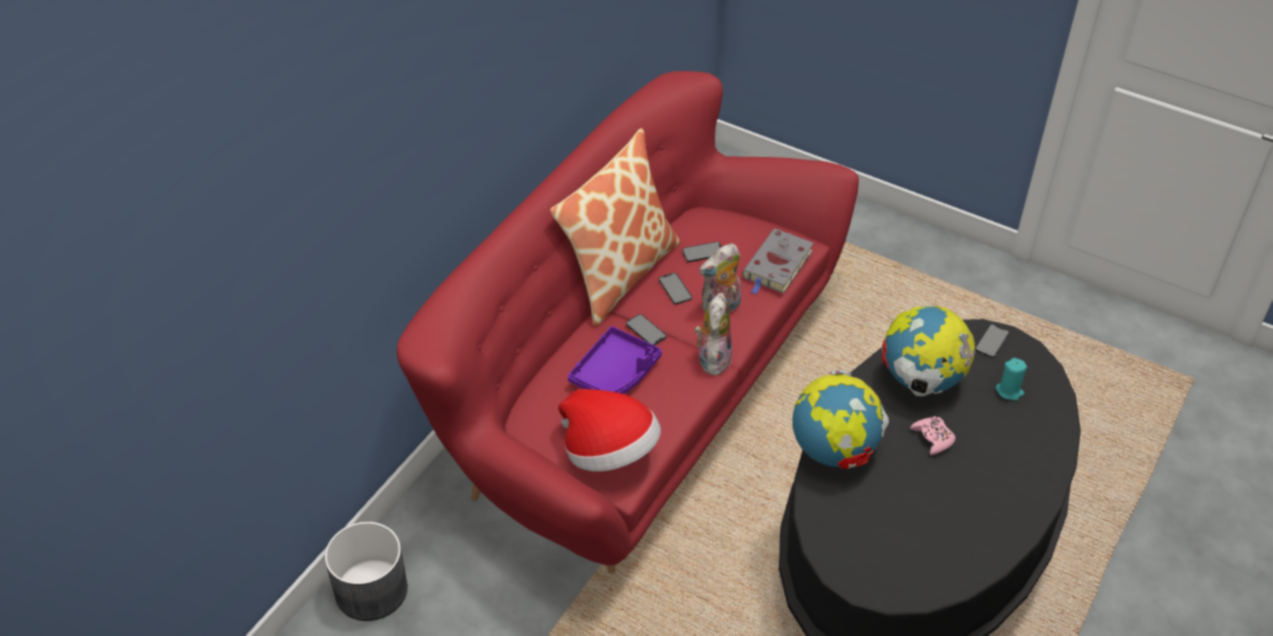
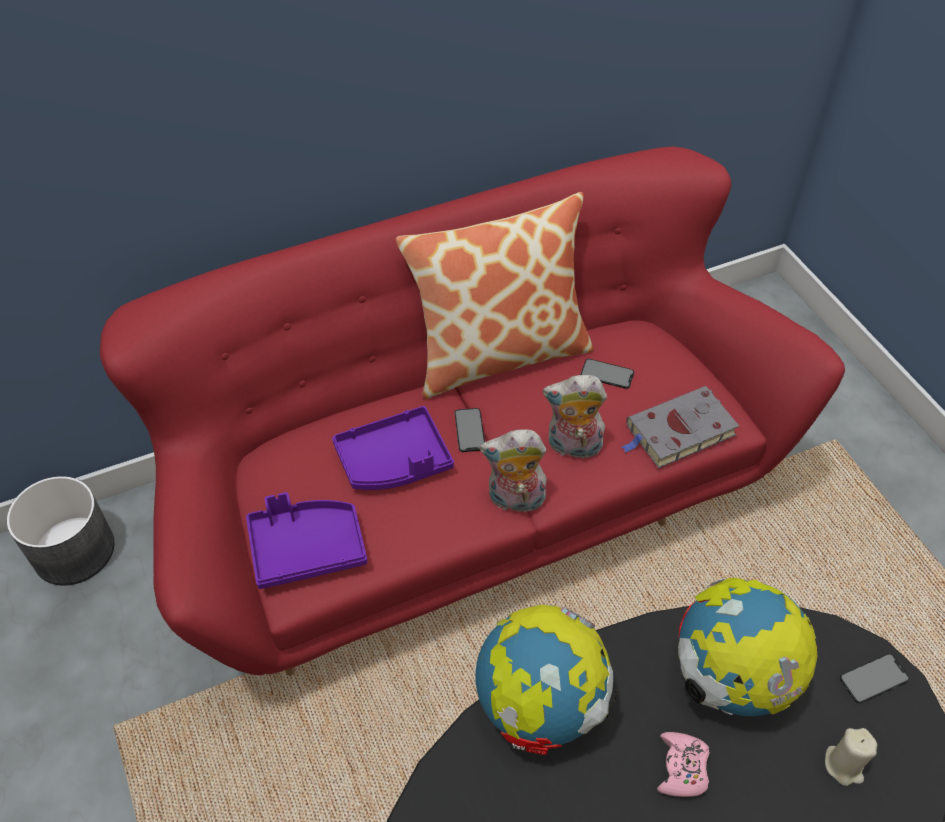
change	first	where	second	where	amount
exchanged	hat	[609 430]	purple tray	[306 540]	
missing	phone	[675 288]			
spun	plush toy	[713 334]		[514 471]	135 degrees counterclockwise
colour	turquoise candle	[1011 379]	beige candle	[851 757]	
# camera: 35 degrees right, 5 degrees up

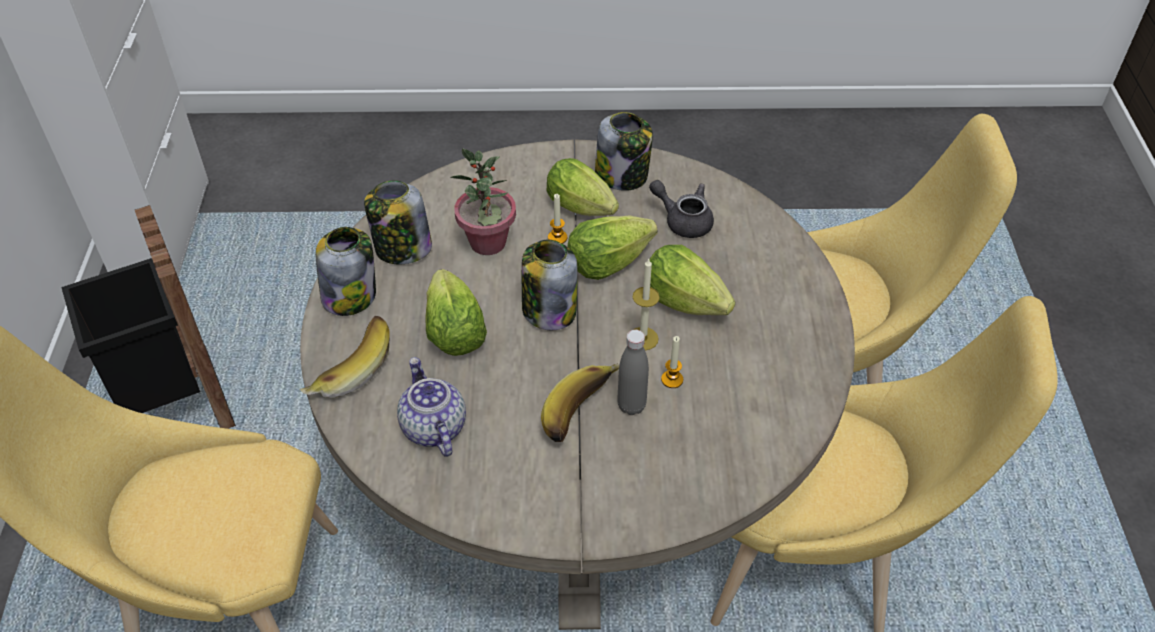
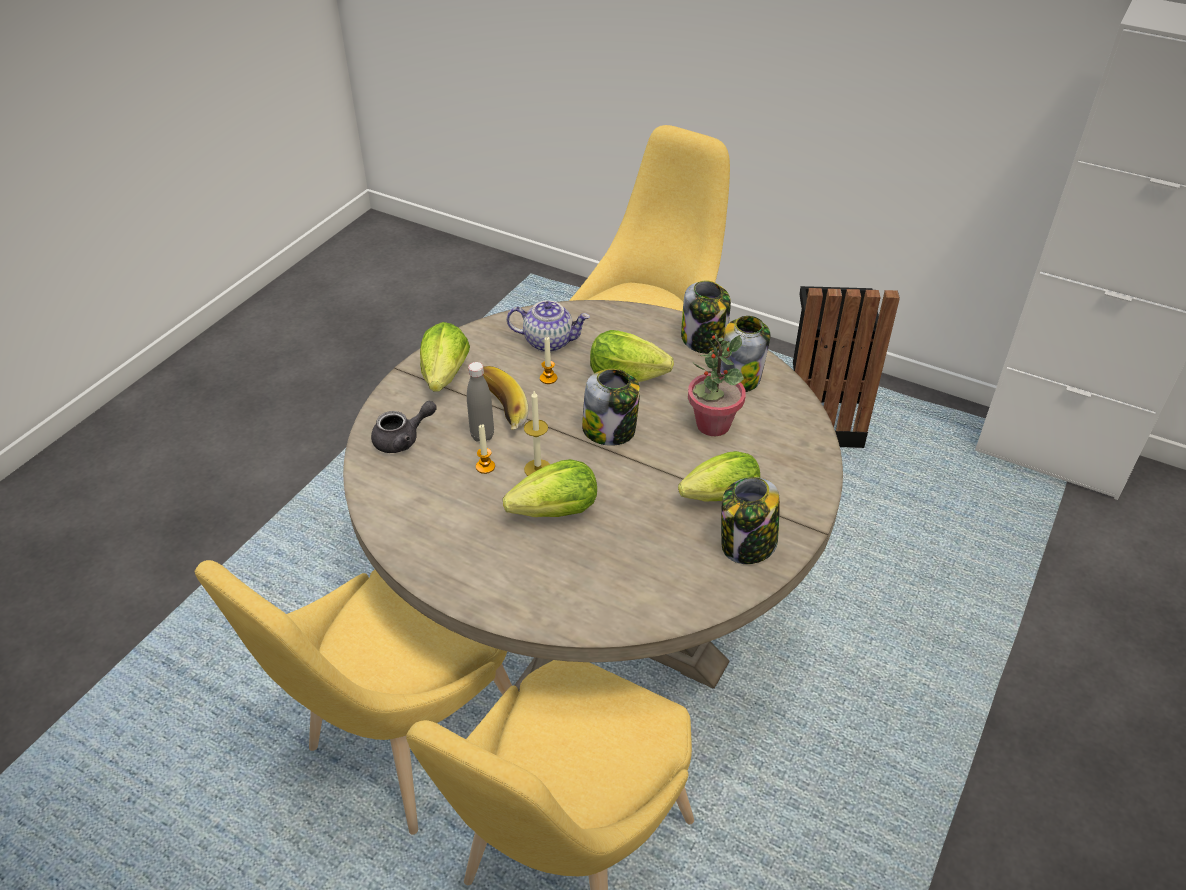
change	first	where	second	where	amount
missing	banana	[344 357]			
relocated	candle	[557 219]		[548 360]	
relocated	lettuce	[612 247]		[445 357]	
relocated	grey teapot	[681 209]		[404 427]	
# camera: 120 degrees right, 5 degrees down

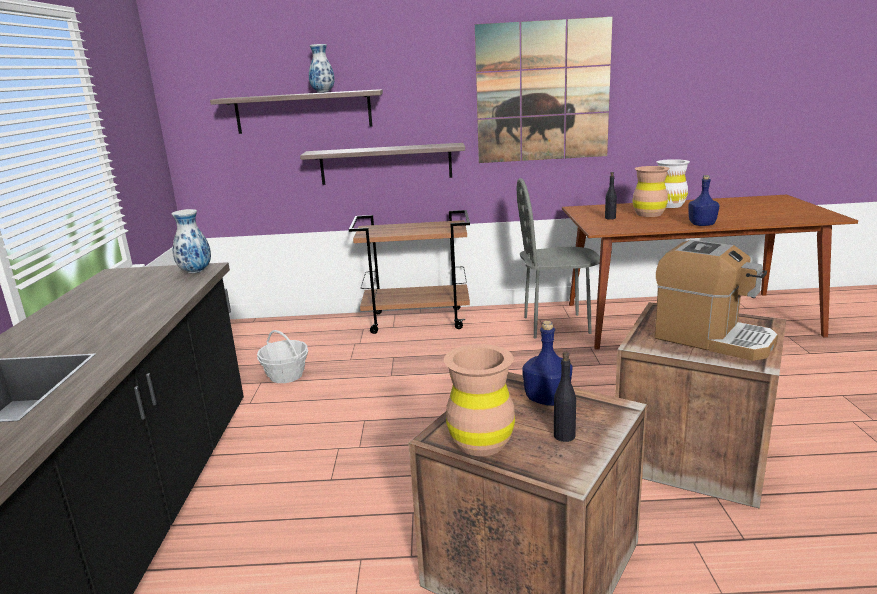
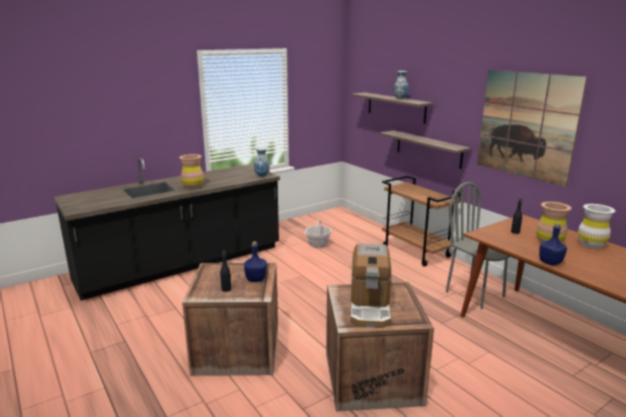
change	first	where	second	where	amount
relocated	brown vase	[479 400]		[191 171]	
# camera: 55 degrees right, 0 degrees up

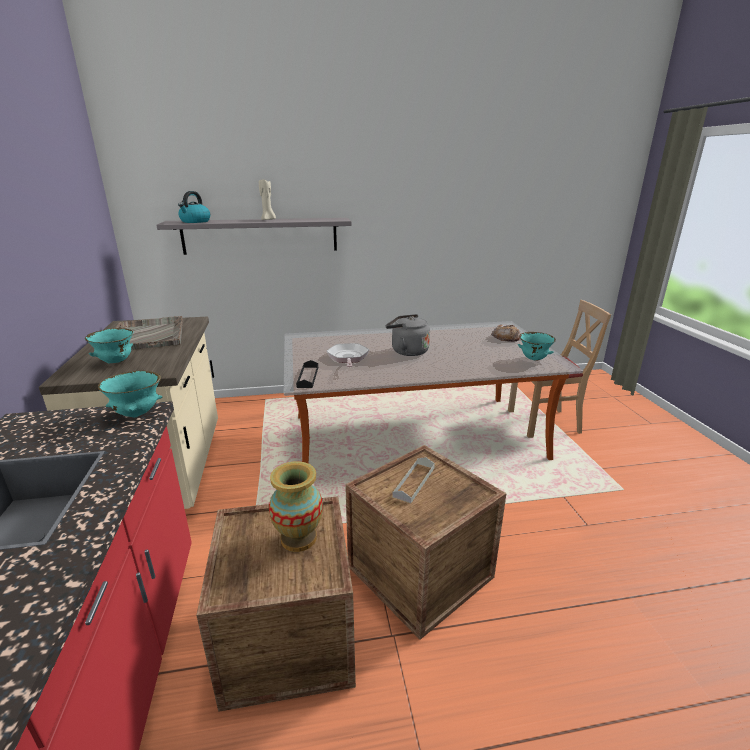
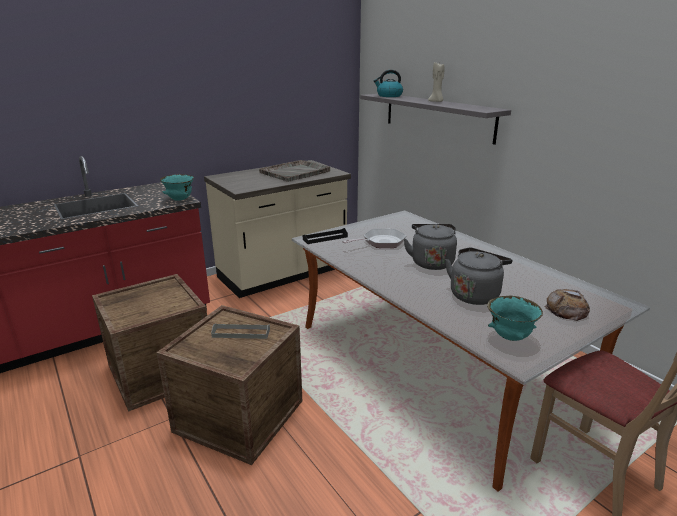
change	first	where	second	where	amount
missing	turquoise bowl	[109 345]			
missing	vase	[296 506]			
appeared			grey kettle	[478 276]	
# camera: 65 degrees right, 0 degrees up

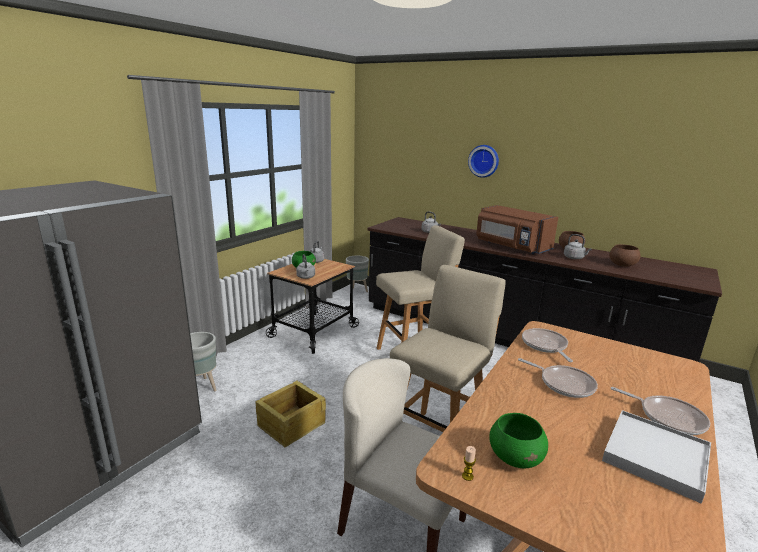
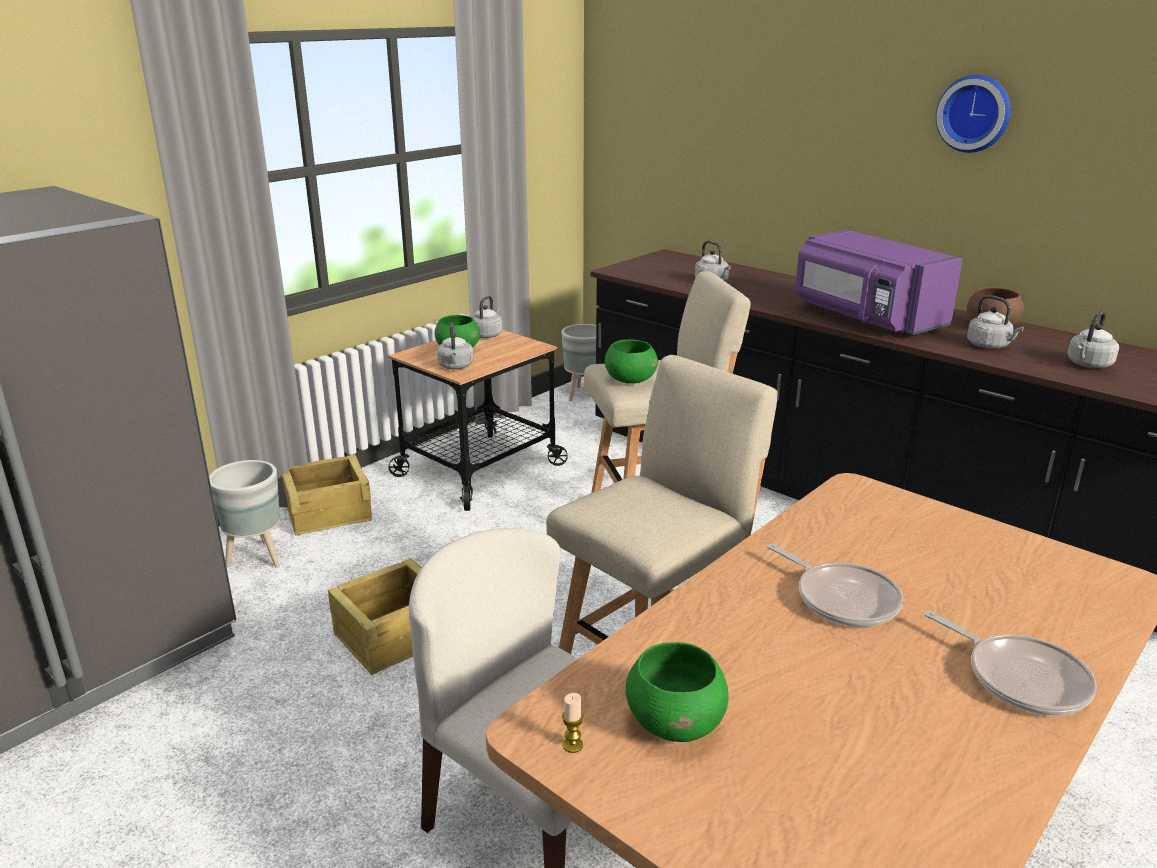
change	first	where	second	where	amount
relocated	wall clock	[483 161]		[973 114]	
colour	brown microwave	[517 229]	purple microwave	[879 282]	
missing	frying pan	[547 345]			
missing	white tray	[656 457]			
exchanged	brown bowl	[625 255]	grey kettle	[1093 339]	
appeared			crate	[327 495]	
appeared			green bowl	[631 361]	
# camera: 10 degrees right, 5 degrees up

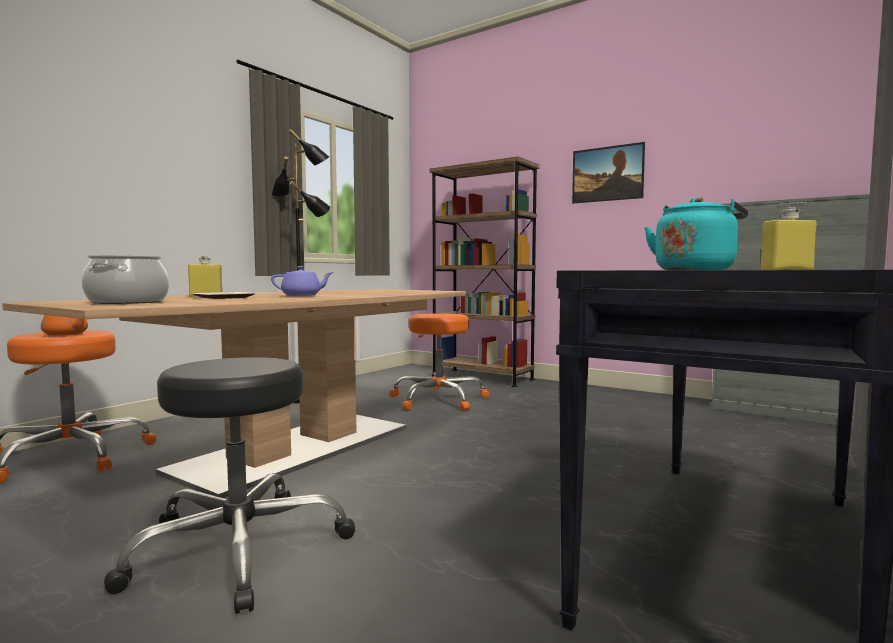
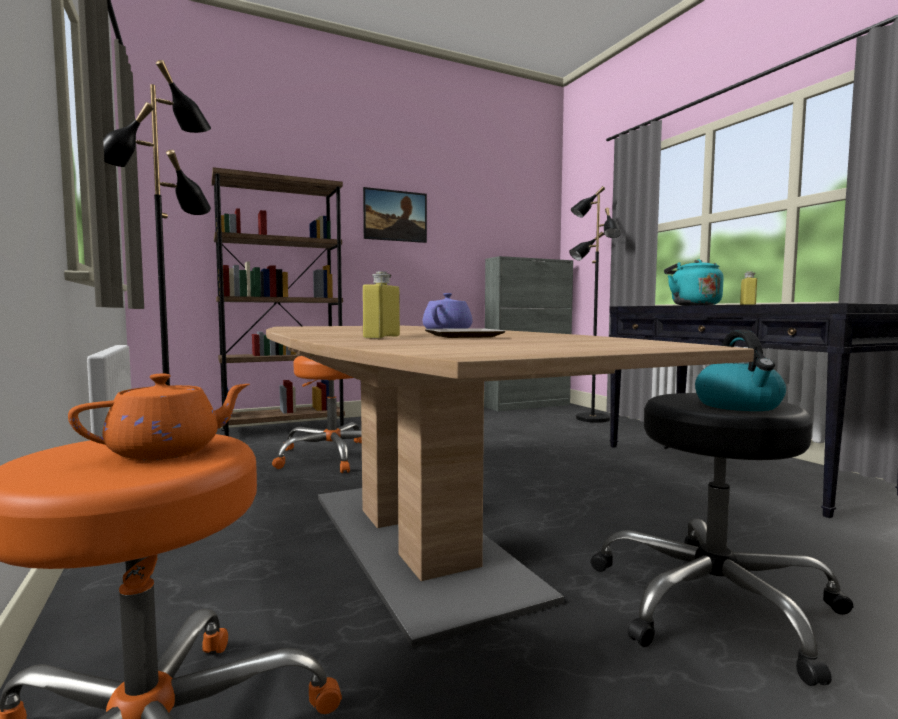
change	first	where	second	where	amount
missing	cooking pot	[125 279]			
appeared			black floor lamp	[595 304]	
appeared			kettle	[740 370]	
# camera: 60 degrees left, 0 degrees up

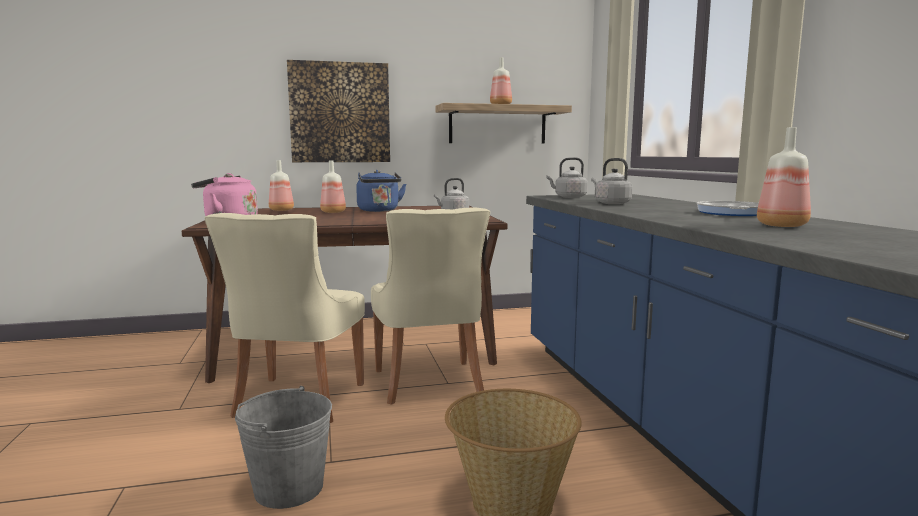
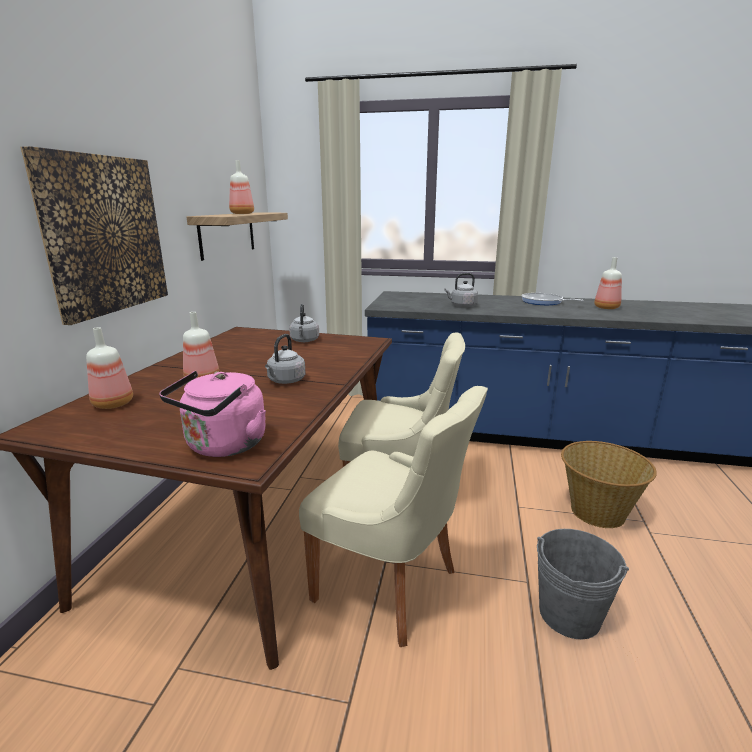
change	first	where	second	where	amount
missing	blue kettle	[381 191]			
relocated	grey kettle	[567 177]		[285 359]	
# camera: 65 degrees left, 10 degrees up

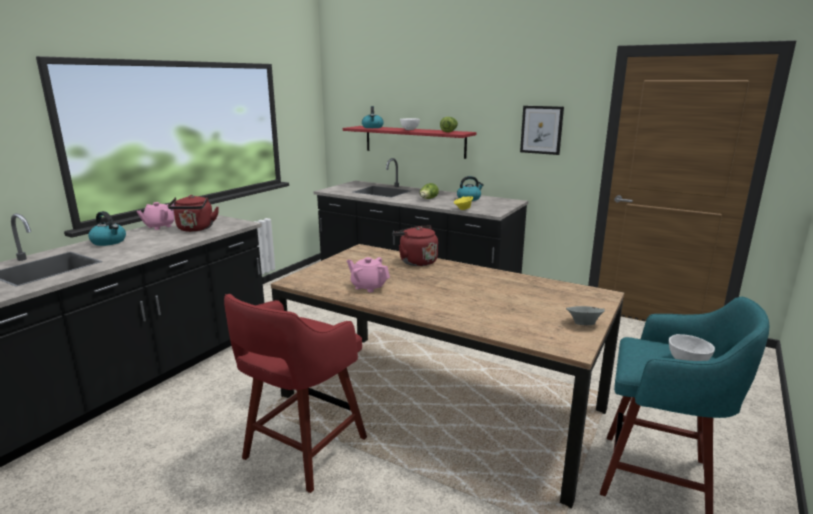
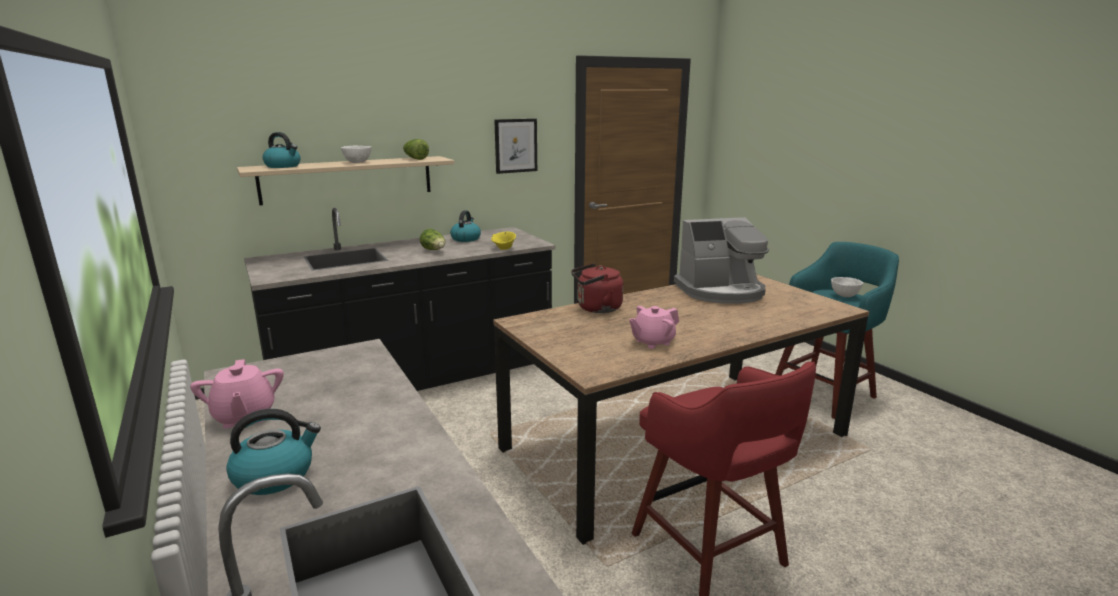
change	first	where	second	where	amount
missing	red kettle	[193 213]			
colour	red shelf	[410 142]	beige shelf	[345 180]	
missing	grey bowl	[585 315]			
appeared			coffee machine	[721 260]	
# camera: 60 degrees left, 0 degrees up

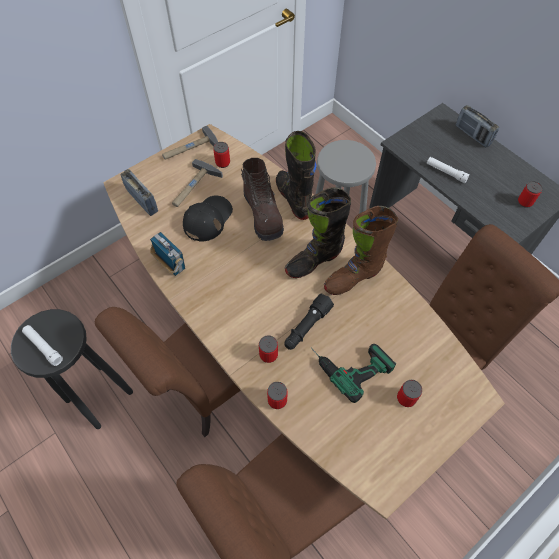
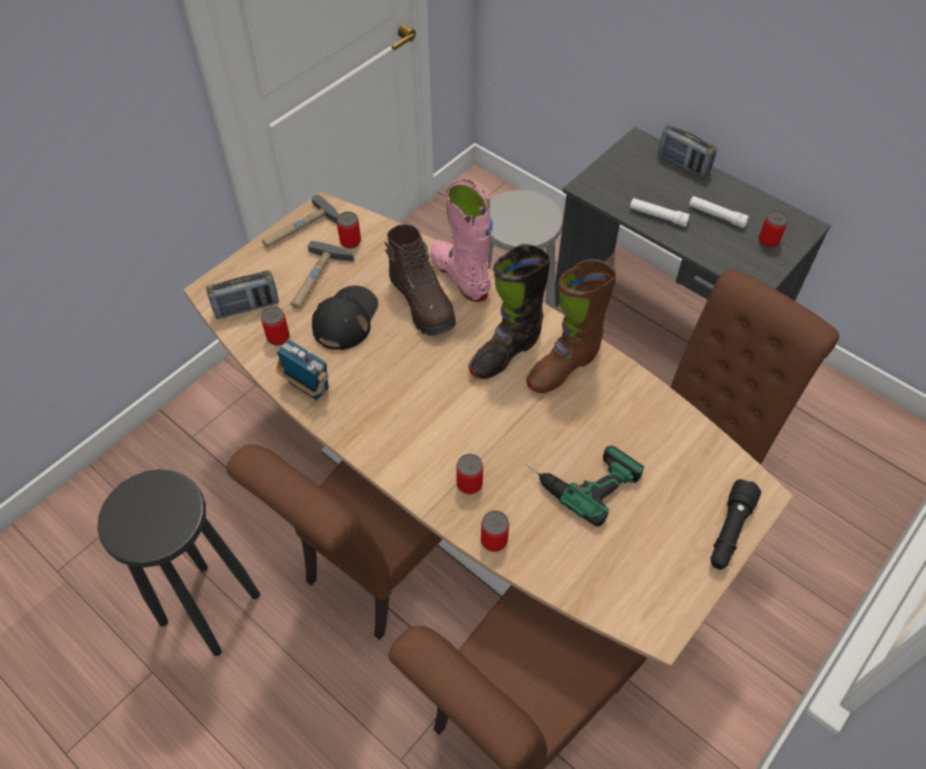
change	first	where	second	where	amount
relocated	white flashlight	[42 345]		[719 212]	
spun	radio	[139 192]		[242 294]	120 degrees clockwise
colour	black boot	[296 175]	pink boot	[461 240]	
relocated	black flashlight	[309 321]		[736 524]	
relocated	can	[409 393]		[275 326]	
# camera: 10 degrees left, 5 degrees down

